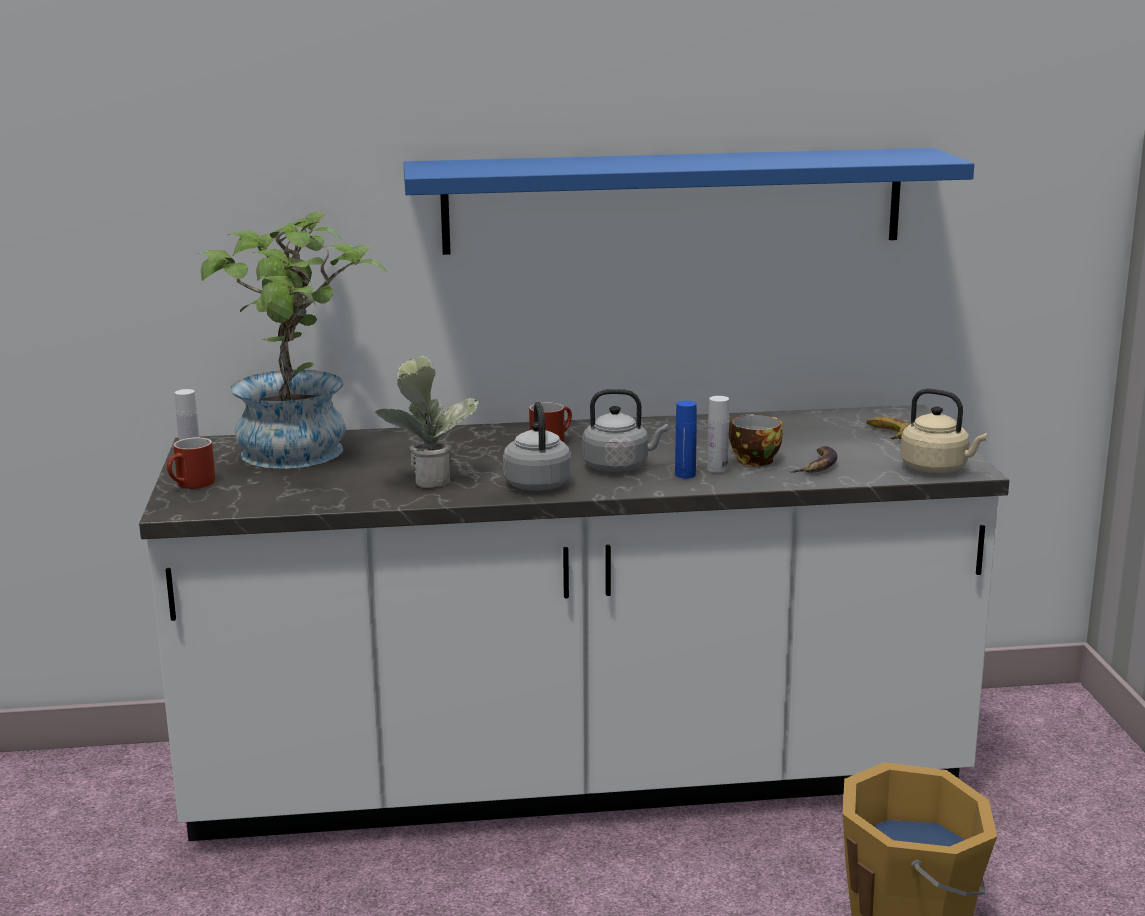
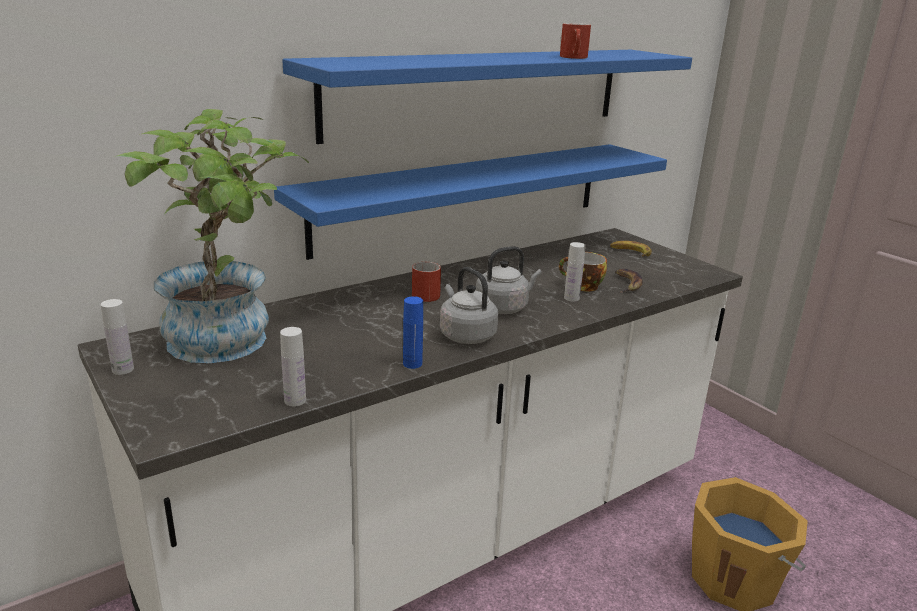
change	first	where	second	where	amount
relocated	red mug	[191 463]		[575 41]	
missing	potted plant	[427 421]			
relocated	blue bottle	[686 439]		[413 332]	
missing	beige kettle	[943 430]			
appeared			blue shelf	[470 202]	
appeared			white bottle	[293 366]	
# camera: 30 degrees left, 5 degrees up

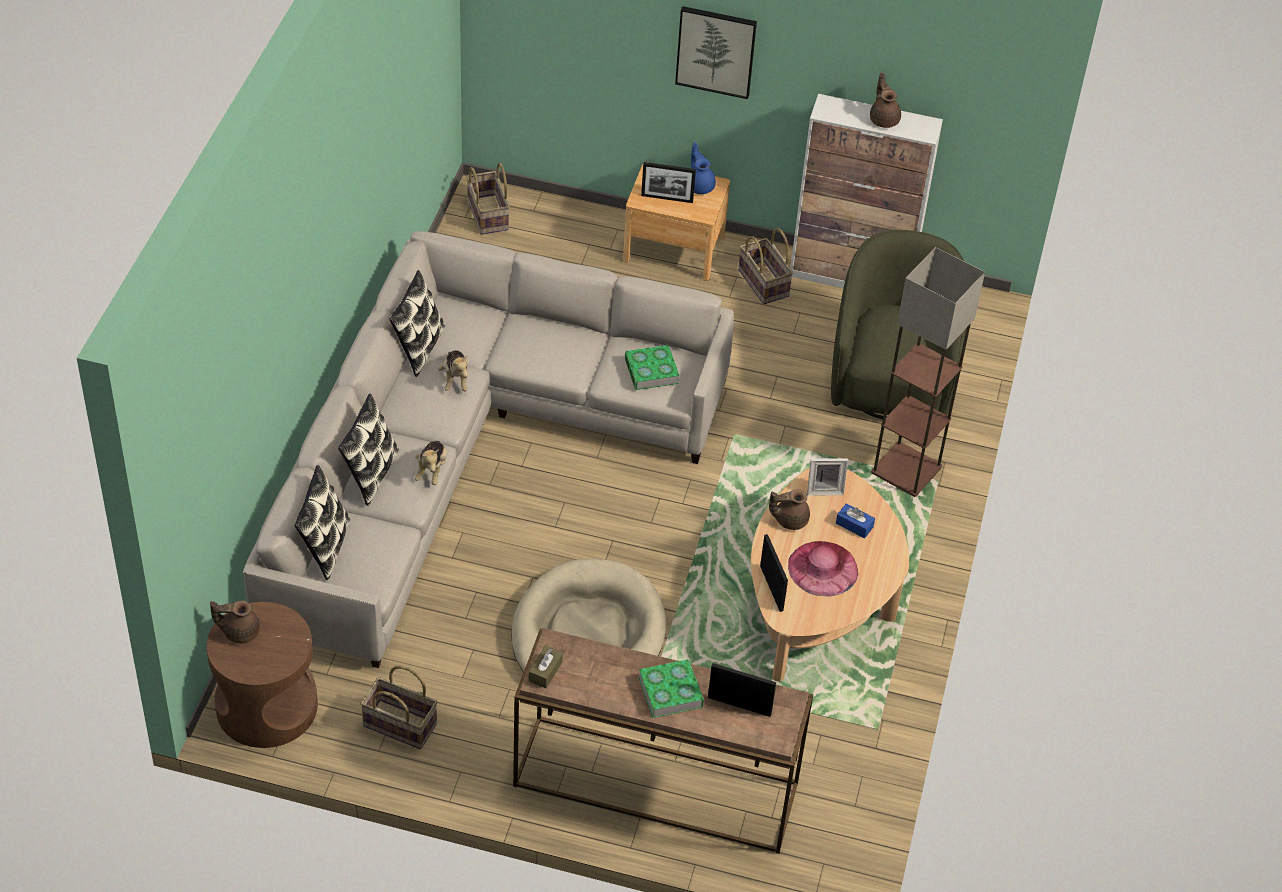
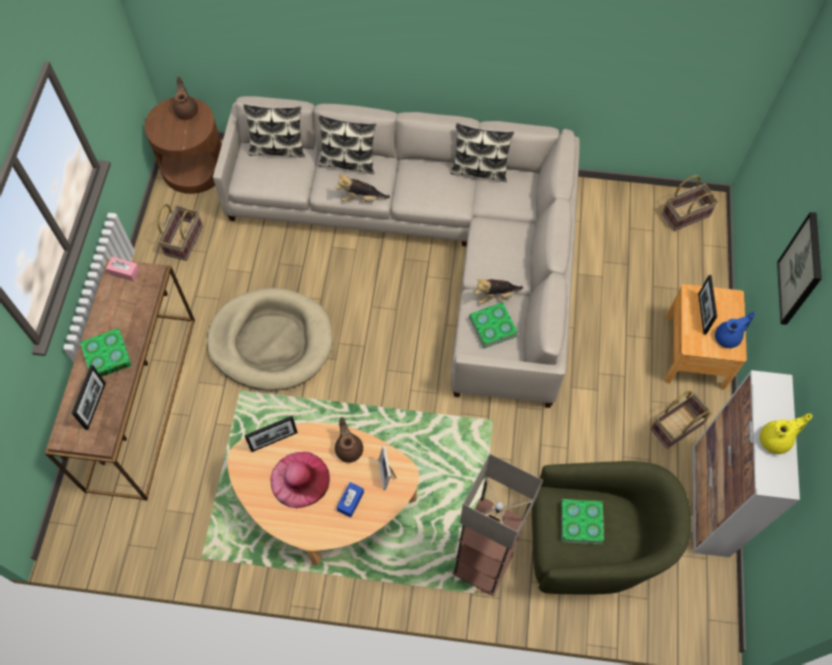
change	first	where	second	where	amount
relocated	plush toy	[453 370]		[499 291]	
colour	brown tissue box	[545 666]	pink tissue box	[123 269]	
colour	brown teapot	[885 100]	yellow teapot	[786 433]	
appeared			book	[582 521]	
# camera: 85 degrees right, 15 degrees up

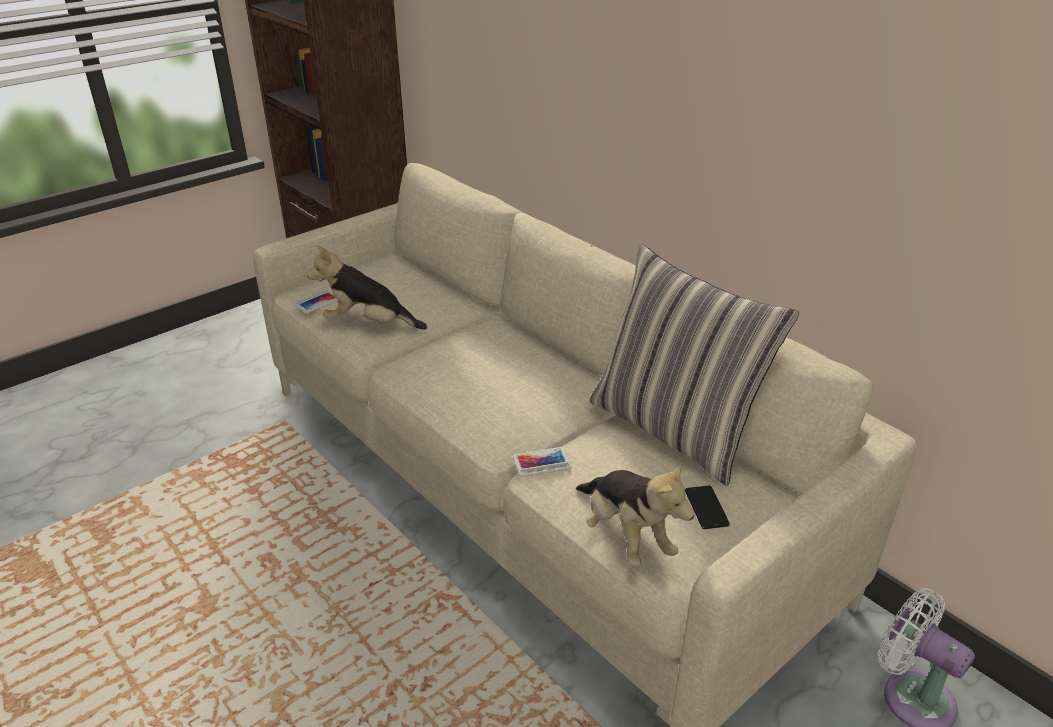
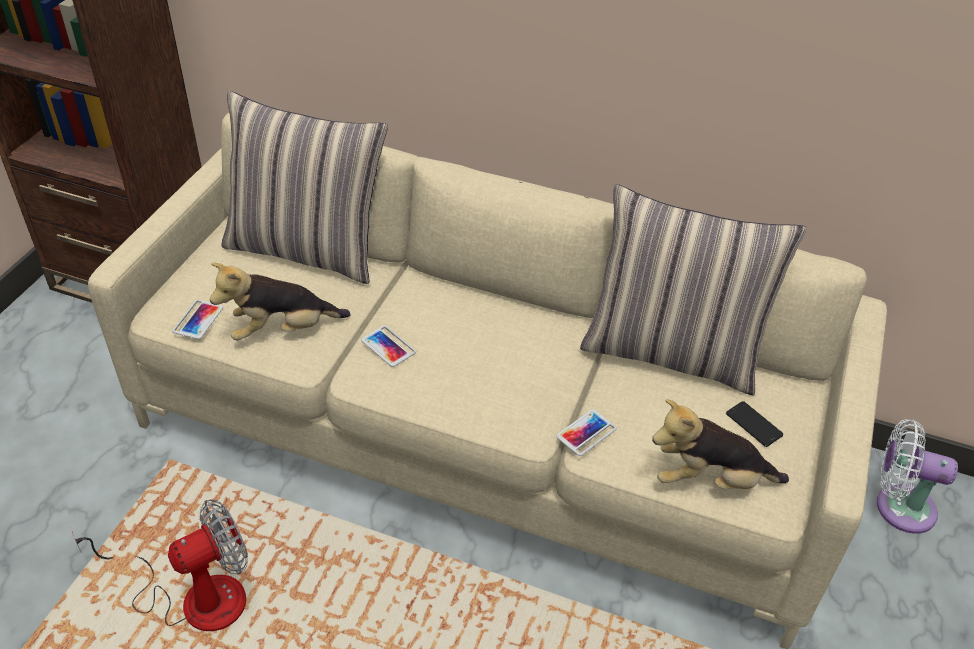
change	first	where	second	where	amount
spun	plush toy	[635 514]		[720 444]	150 degrees clockwise
appeared			fan	[159 565]	
appeared			pillow	[305 187]	
appeared			phone	[388 346]	
# camera: 30 degrees left, 10 degrees up

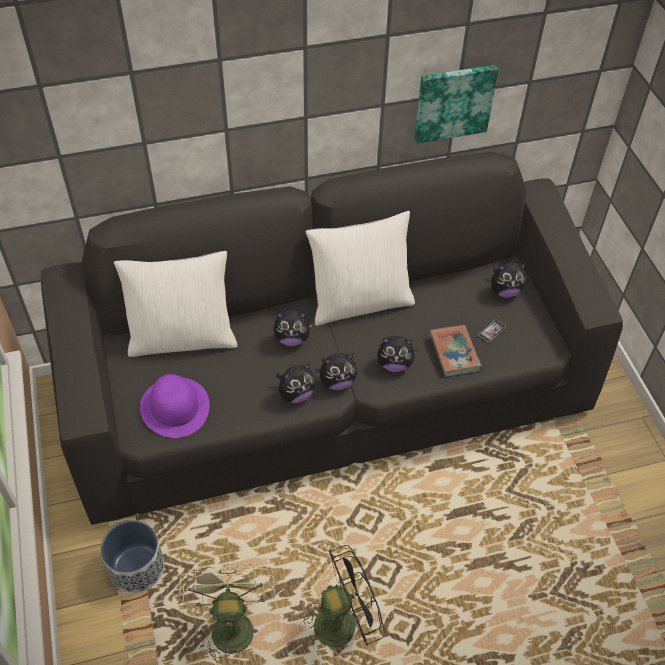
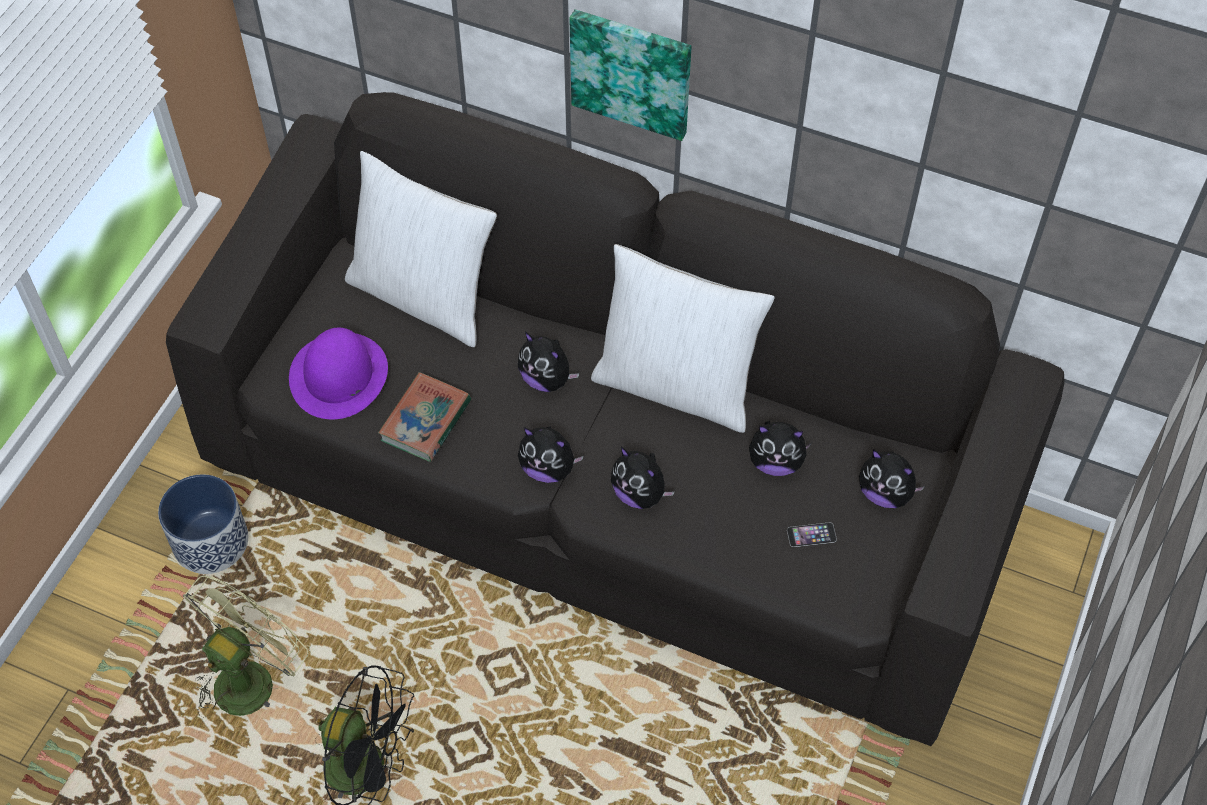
change	first	where	second	where	amount
relocated	plush toy	[296 383]		[780 448]	
relocated	picture	[456 104]		[630 75]	
relocated	book	[456 351]		[424 417]	
# camera: 40 degrees right, 5 degrees up

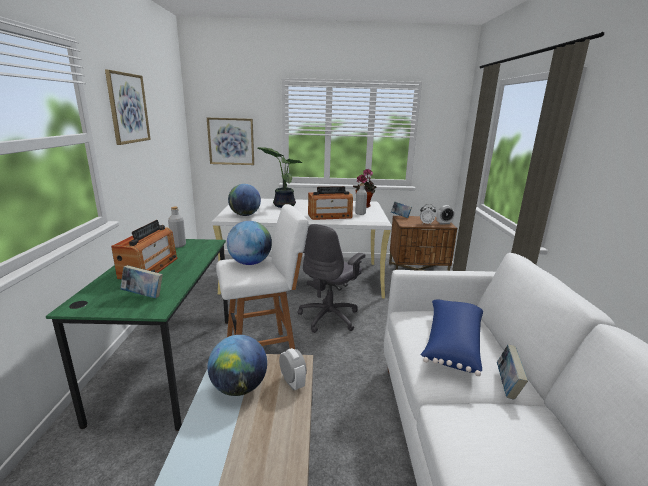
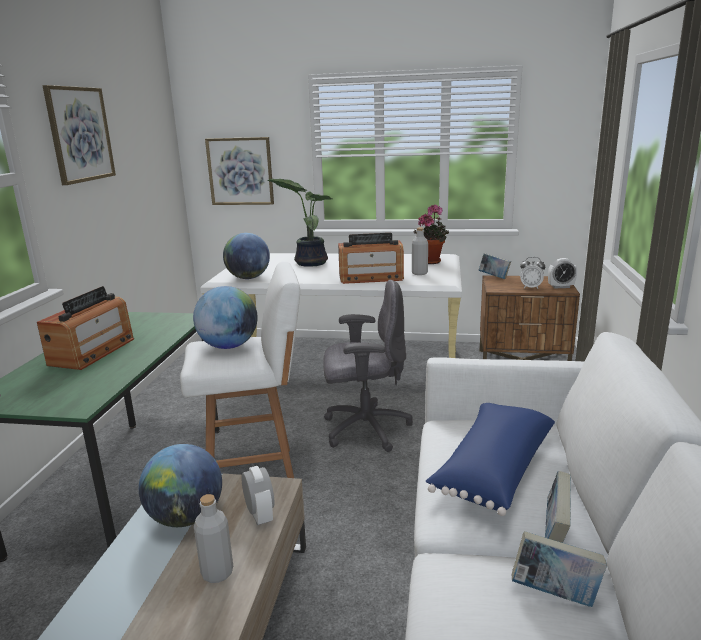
change	first	where	second	where	amount
relocated	book	[141 281]		[559 569]	
relocated	grey bottle	[177 227]		[213 538]	
spun	grey office chair	[332 278]		[368 366]	135 degrees counterclockwise
# camera: 10 degrees right, 0 degrees up

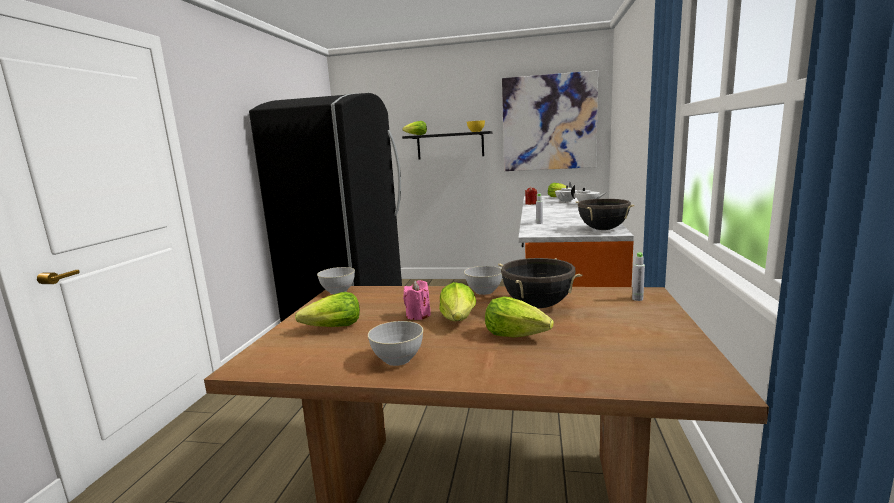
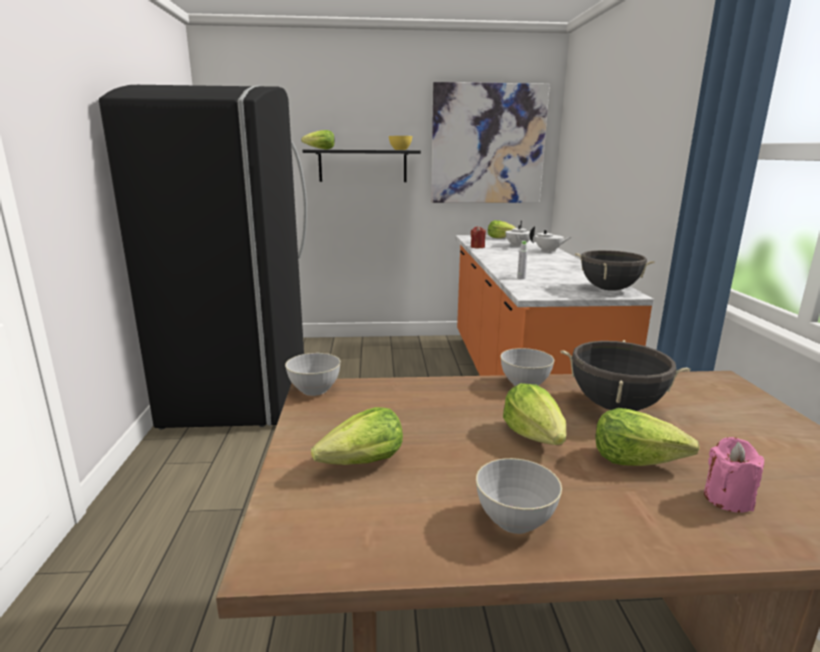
change	first	where	second	where	amount
relocated	pink candle	[417 300]		[734 475]	
missing	grey bottle	[638 277]			
# camera: 15 degrees left, 5 degrees up

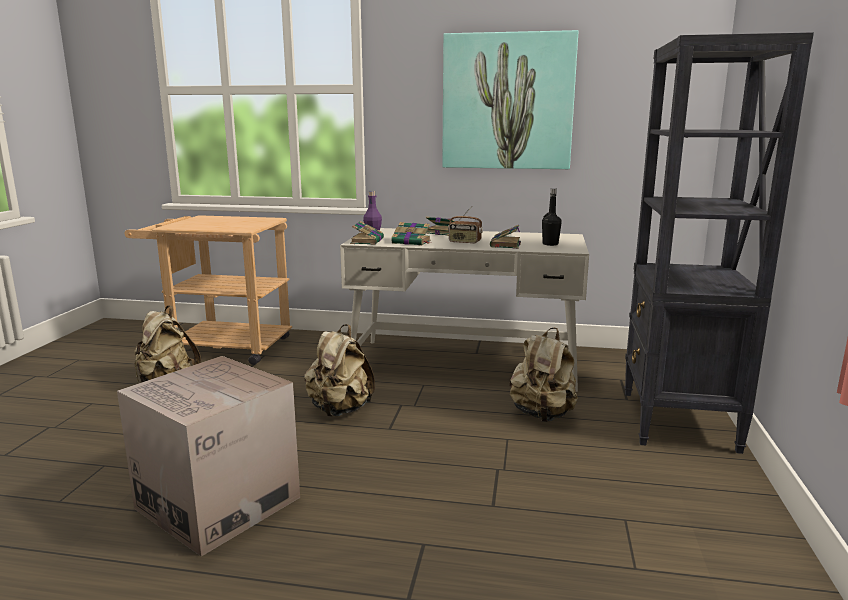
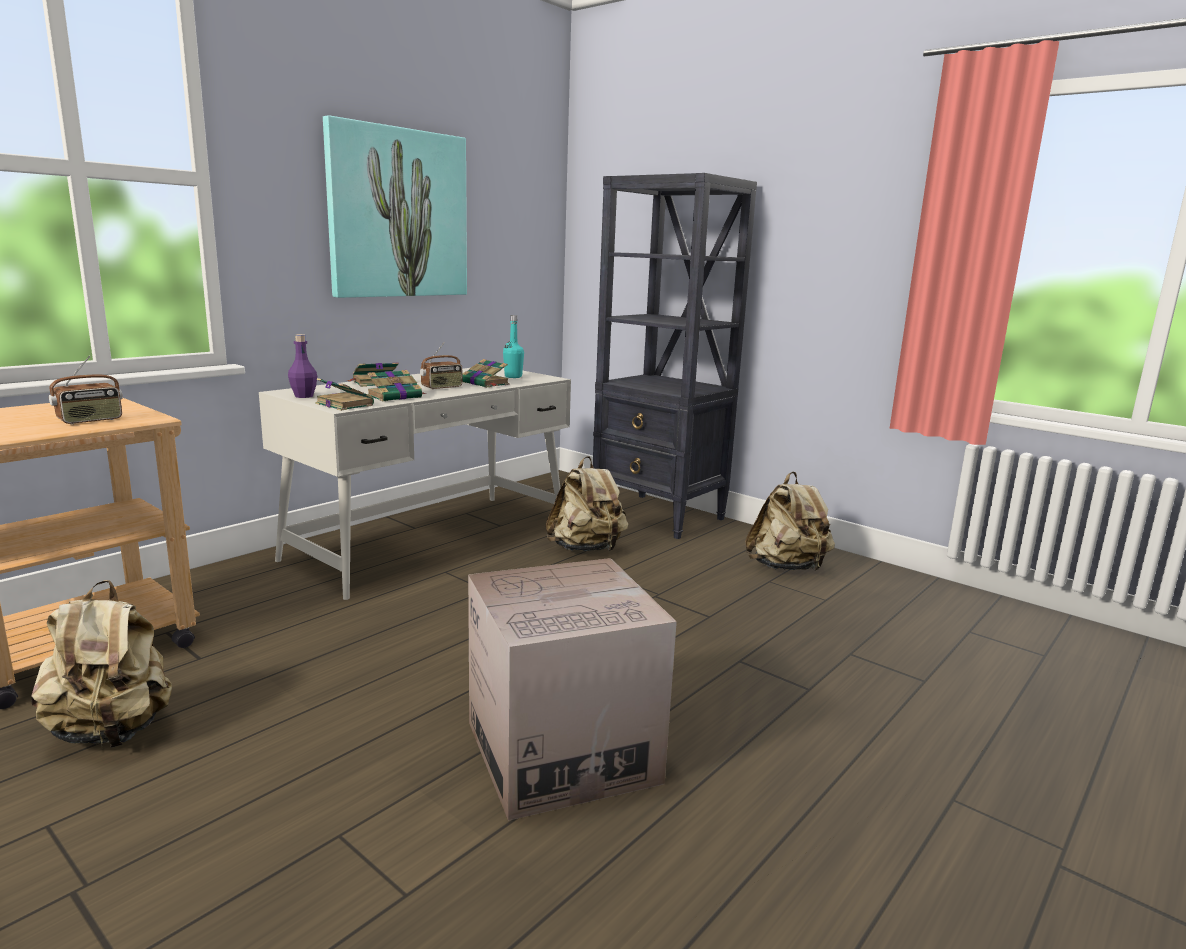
change	first	where	second	where	amount
relocated	beige backpack	[339 370]		[790 521]	
colour	black bottle	[552 217]	turquoise bottle	[513 346]	
appeared			radio	[86 389]	
# camera: 60 degrees left, 0 degrees up

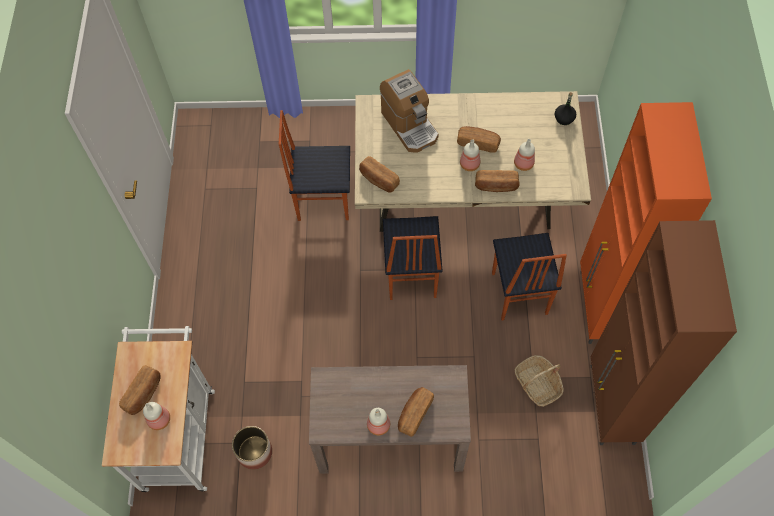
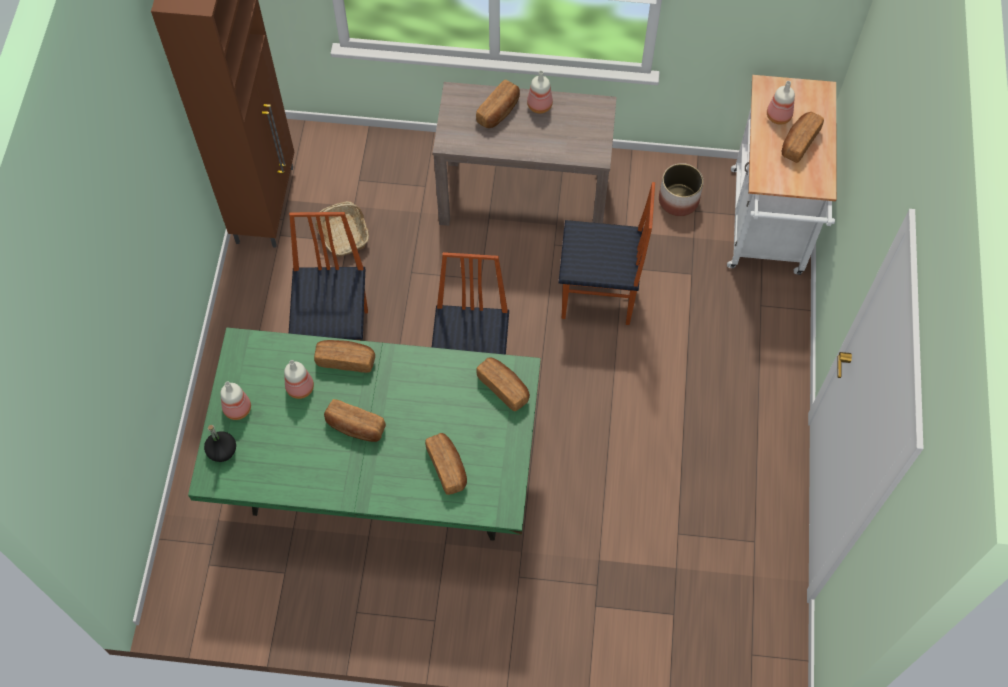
change	first	where	second	where	amount
relocated	chair	[314 165]		[606 253]	
colour	beige dining table	[473 161]	green dining table	[364 434]	
exchanged	coffee machine	[409 111]	bread	[446 464]	
relocated	bottle	[470 155]		[235 400]	
missing	orange cabinet	[646 223]			
# camera: 175 degrees left, 0 degrees up

